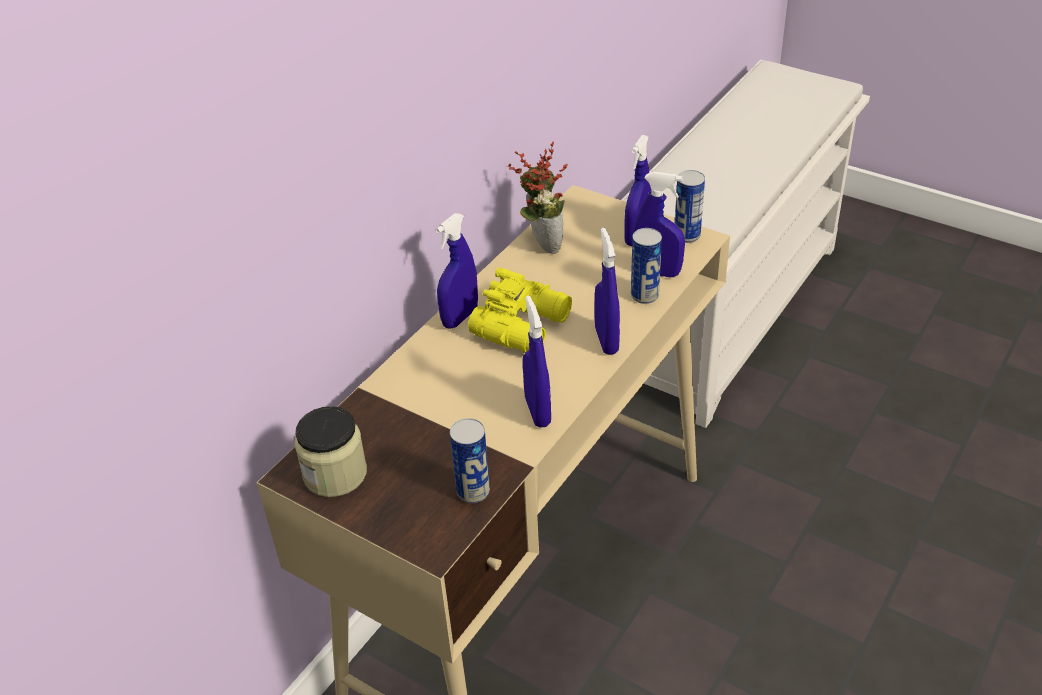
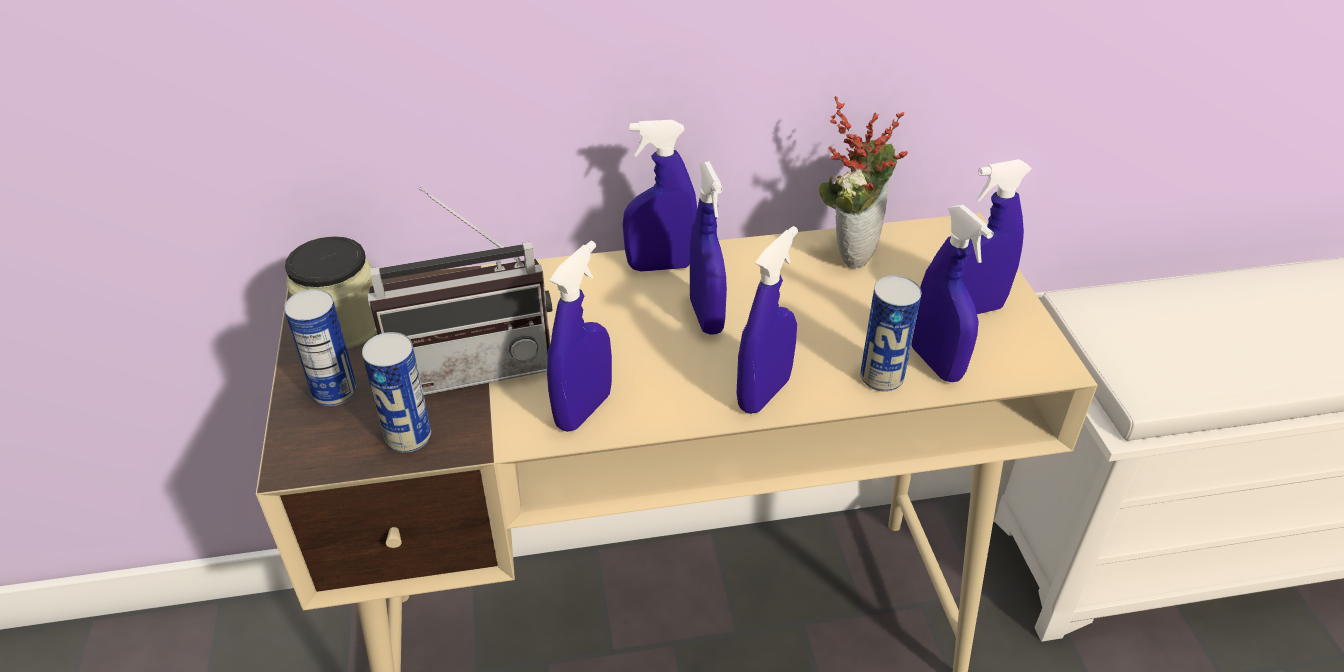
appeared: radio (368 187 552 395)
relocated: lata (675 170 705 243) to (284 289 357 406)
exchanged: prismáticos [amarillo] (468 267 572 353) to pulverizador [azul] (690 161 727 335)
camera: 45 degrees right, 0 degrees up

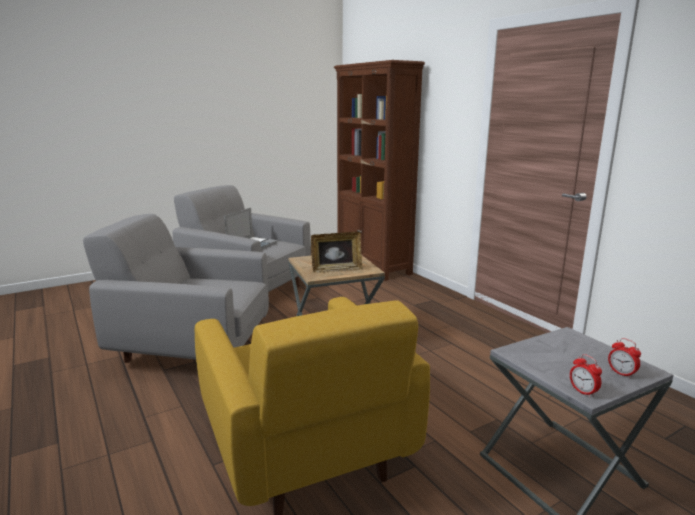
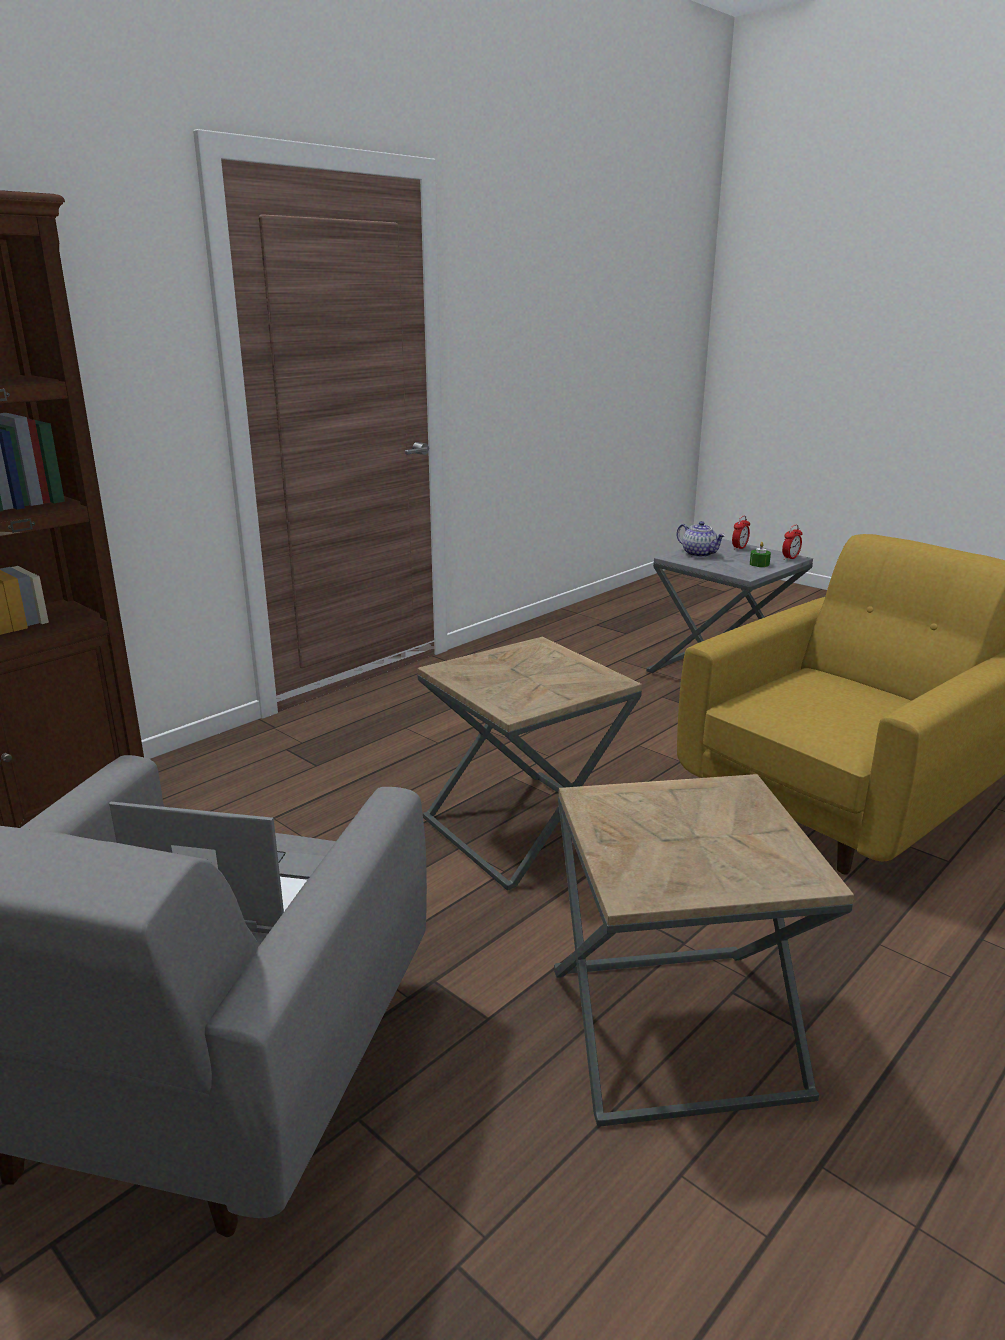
missing: portarretratos (311 232 362 273)
appeared: tetera (676 521 726 558); vela [verde] (750 542 771 567)
exchanged: sillón [gris] (83 214 269 363) to mesa auxiliar [marrón] (554 774 854 1127)
camera: 105 degrees left, 5 degrees up

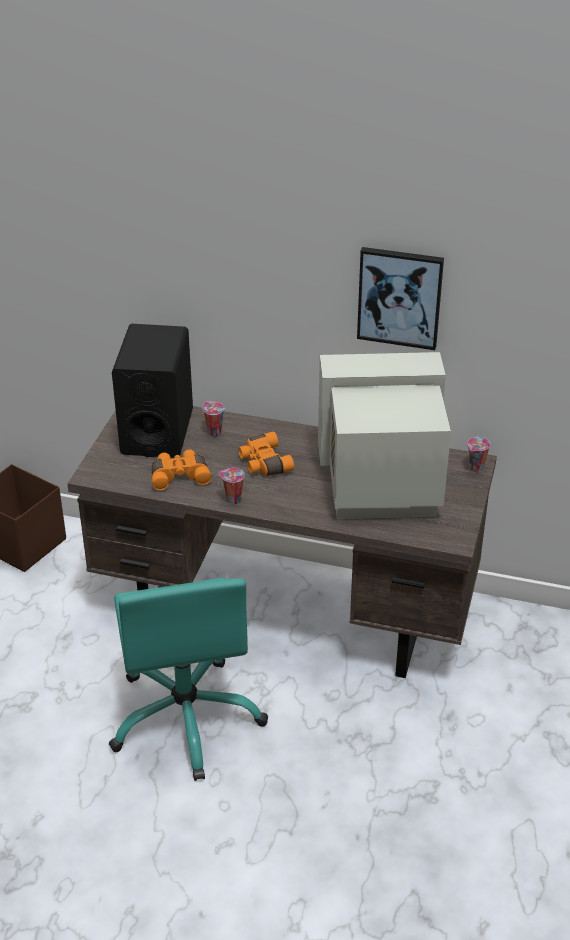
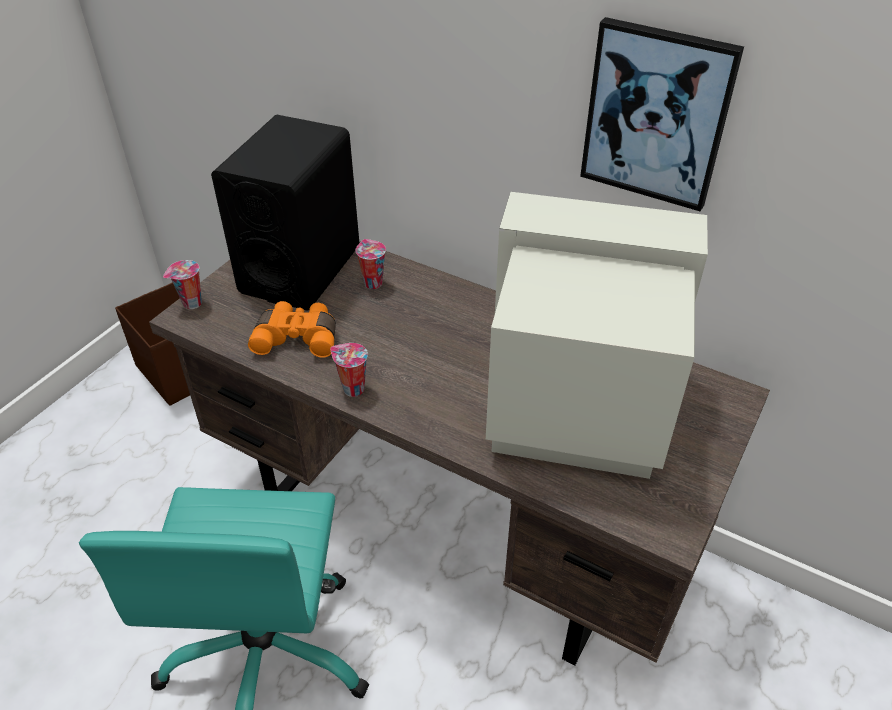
missing: prismáticos [naranja] (238 431 294 476)
relocated: taza (468 437 491 473) to (163 260 202 309)
camera: 15 degrees right, 5 degrees up

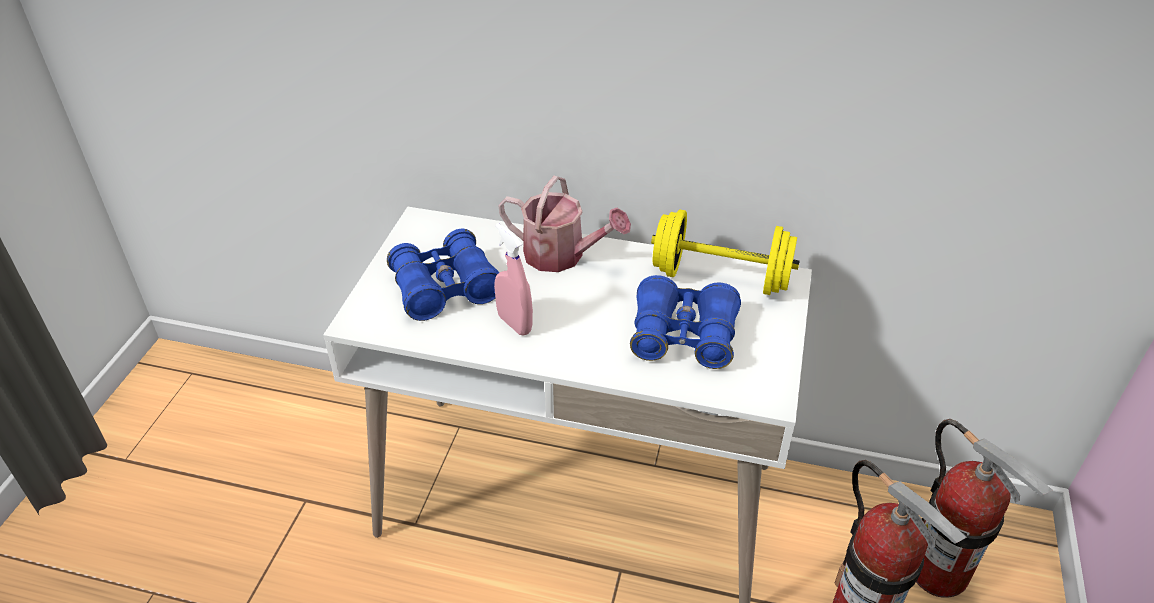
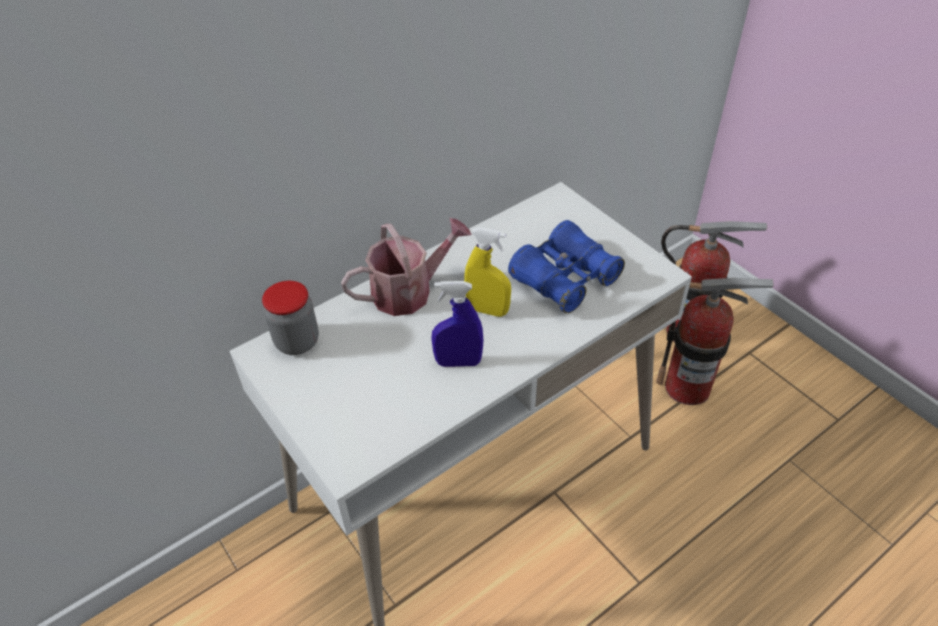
missing: prismáticos [azul] (387 229 499 321); mancuerna [amarillo] (651 209 799 295)
appeared: tarro (262 281 319 355); pulverizador [amarillo] (464 227 511 317)
colour: pulverizador [rosa] (494 223 533 336) to pulverizador [azul] (431 281 483 367)
camera: 50 degrees left, 5 degrees up

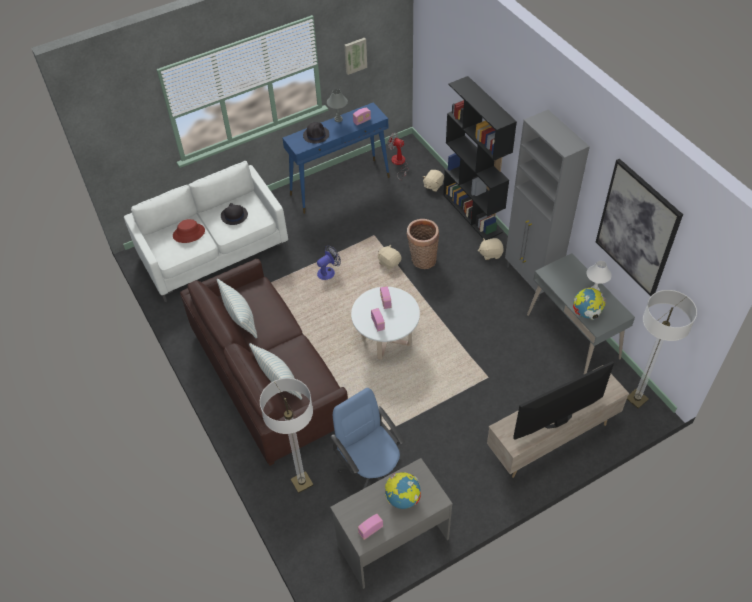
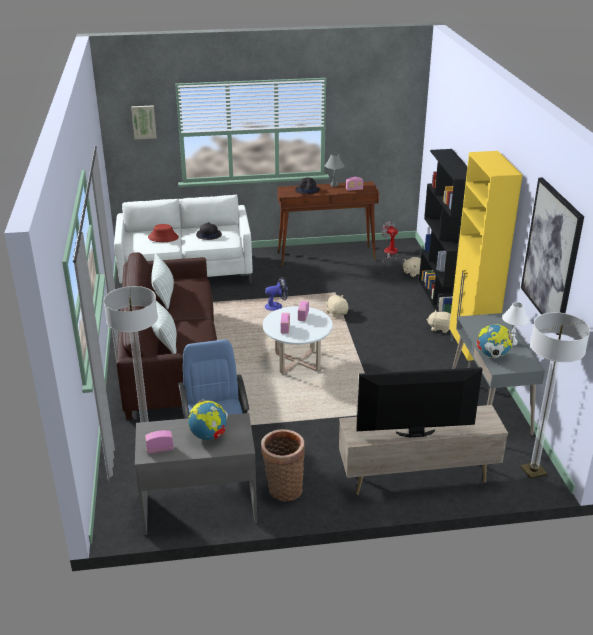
relocated: cuadro (344 38 367 75) to (131 105 157 139); cesta (406 219 439 269) to (261 429 305 502)
colour: mesa consola [azul] (283 102 390 214) to mesa consola [marrón] (277 181 379 266); armario [gris] (505 110 590 301) to armario [amarillo] (449 151 522 368)
camera: 20 degrees right, 20 degrees down

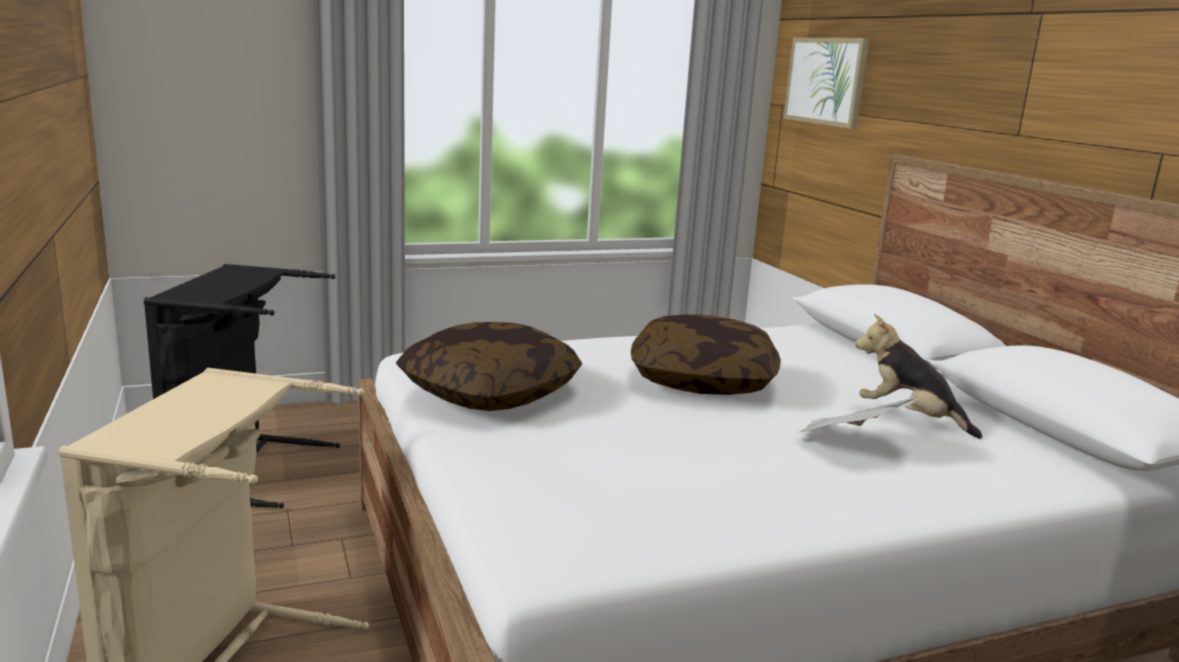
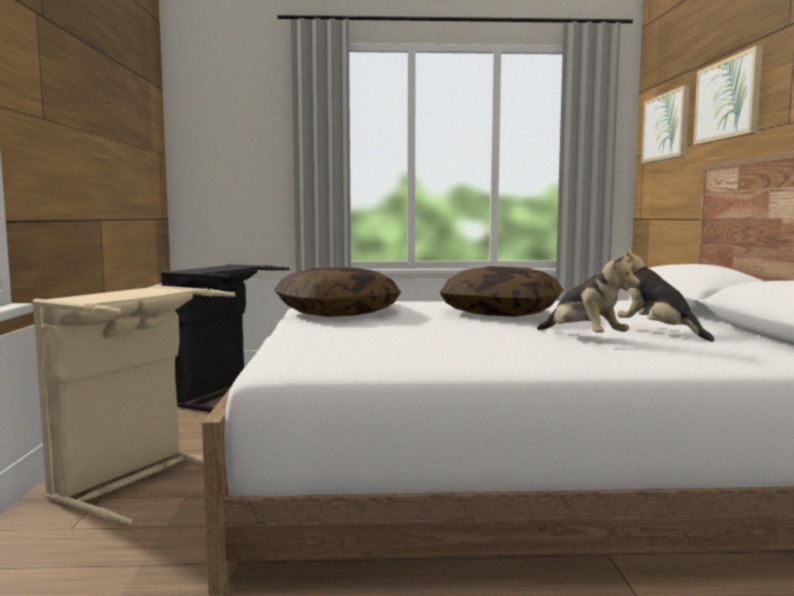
appeared: cuadro (693 46 763 145)
exchanged: periódico (797 397 917 433) to peluche (537 251 640 333)
camera: 20 degrees right, 10 degrees down

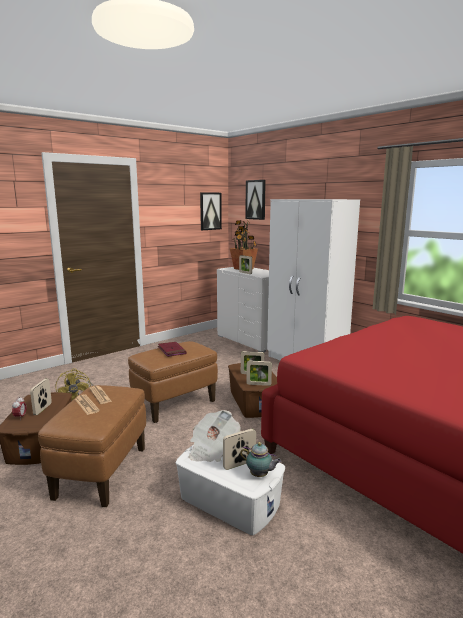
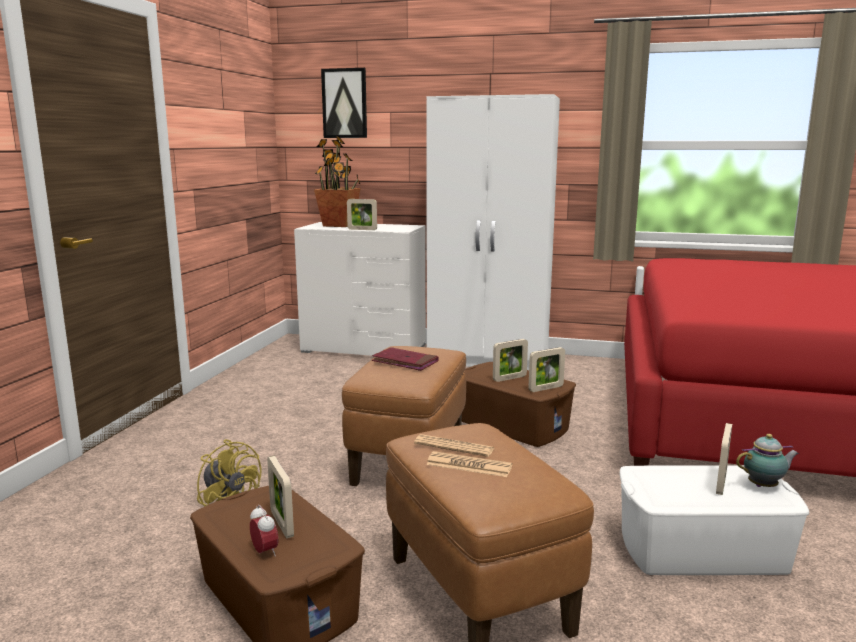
missing: periódico (189 410 241 462); cuadro (200 192 222 230)
camera: 35 degrees left, 0 degrees up

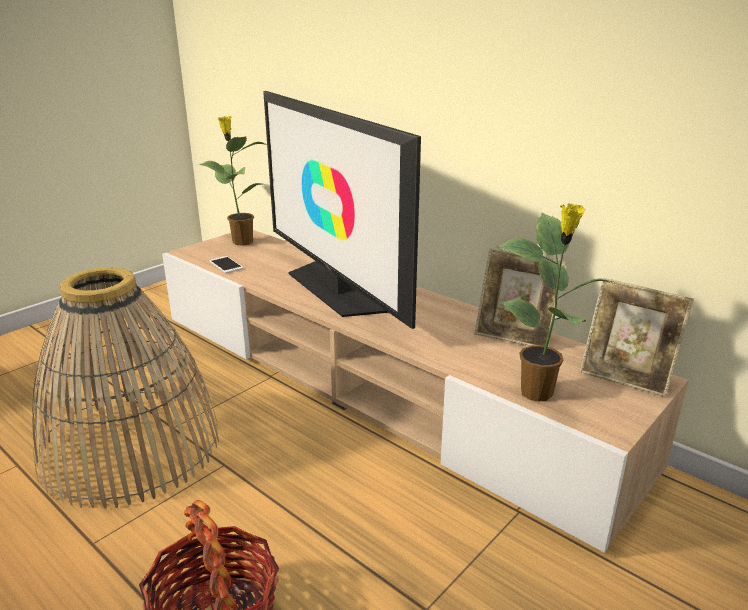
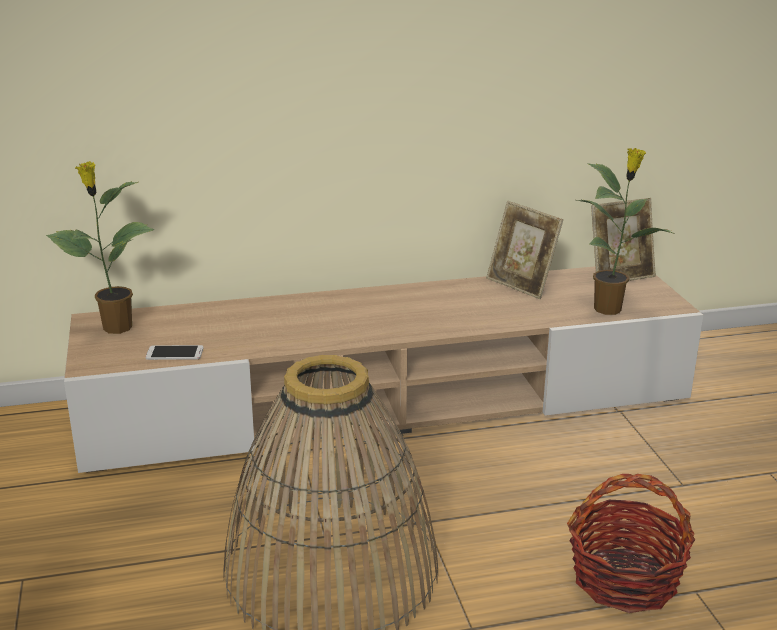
missing: televisor (263 91 421 329)
spun: portarretratos (474 248 566 347) = (486 201 563 299) 75 degrees clockwise
camera: 55 degrees left, 0 degrees up

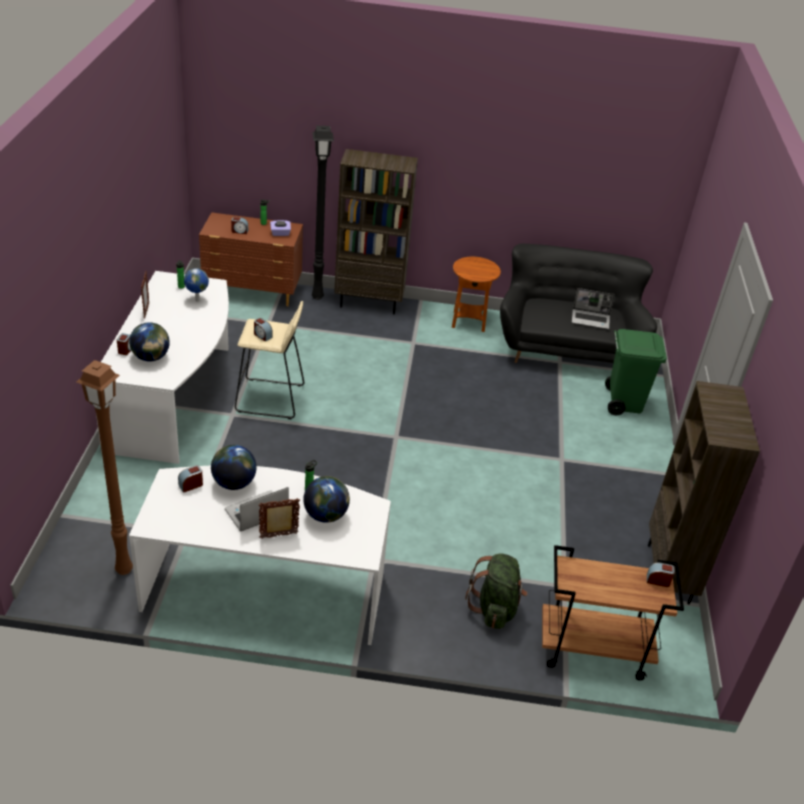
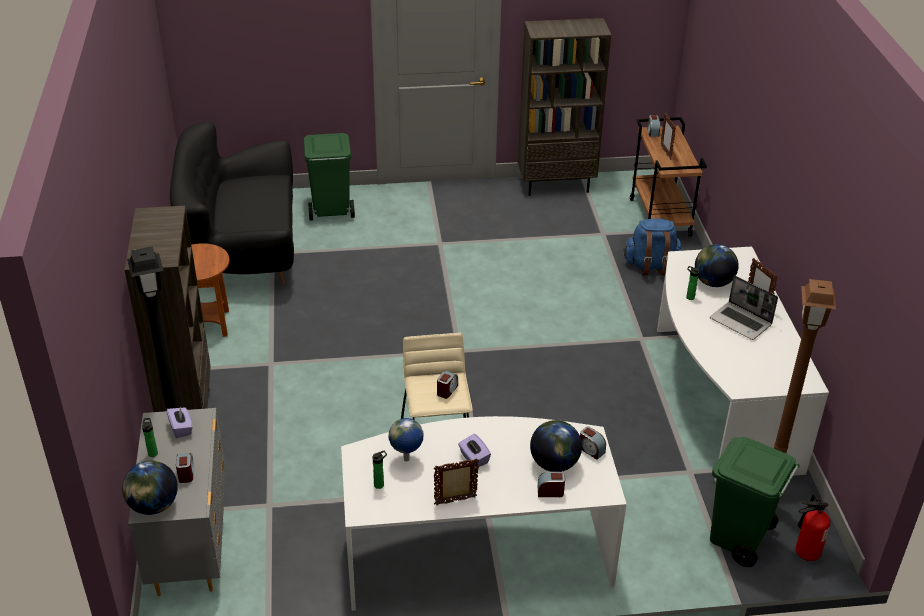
missing: portátil (572 288 615 329)
appeared: caja de pañuelos [morado] (458 434 491 467); portarretratos (660 113 676 160); papelera [verde] (710 437 800 567); extintor (796 494 830 561)
relocated: despertador (178 465 203 493) to (580 427 606 460); globo terráqueo (211 445 257 490) to (122 461 178 515)
colour: cómoda [marrón] (199 212 303 306) to cómoda [gris] (128 408 226 596); mochila [verde] (465 553 527 629) to mochila [azul] (623 219 682 275)
camera: 100 degrees left, 0 degrees up

